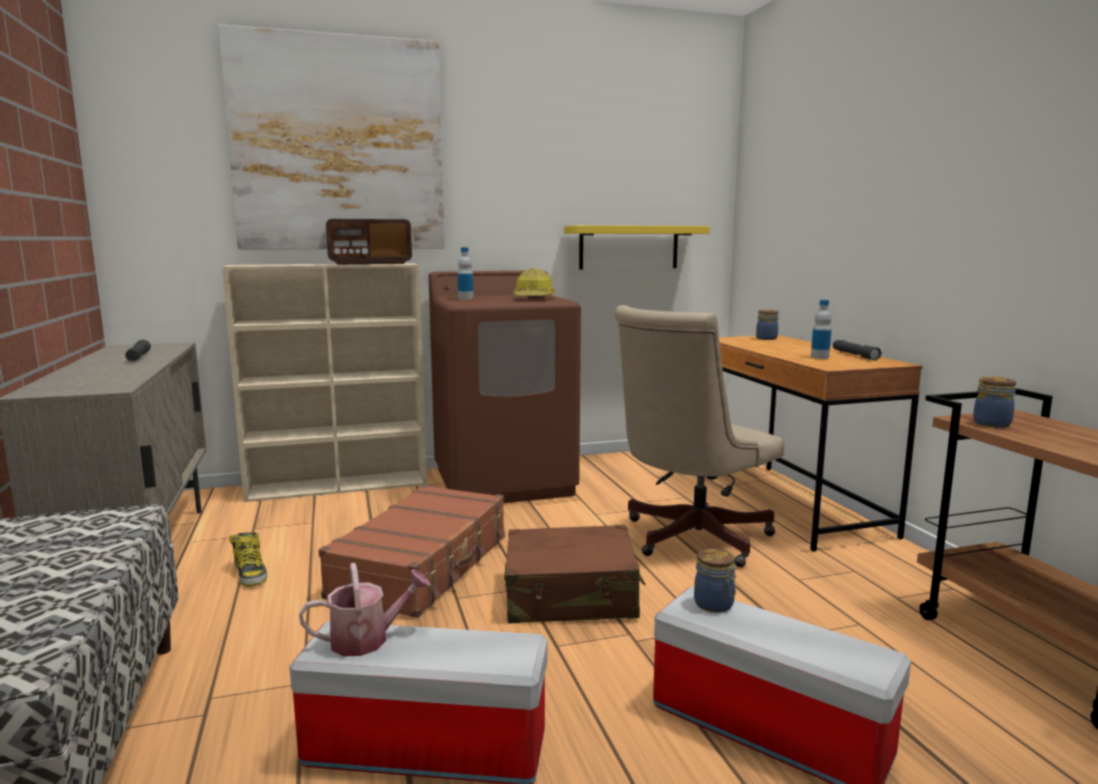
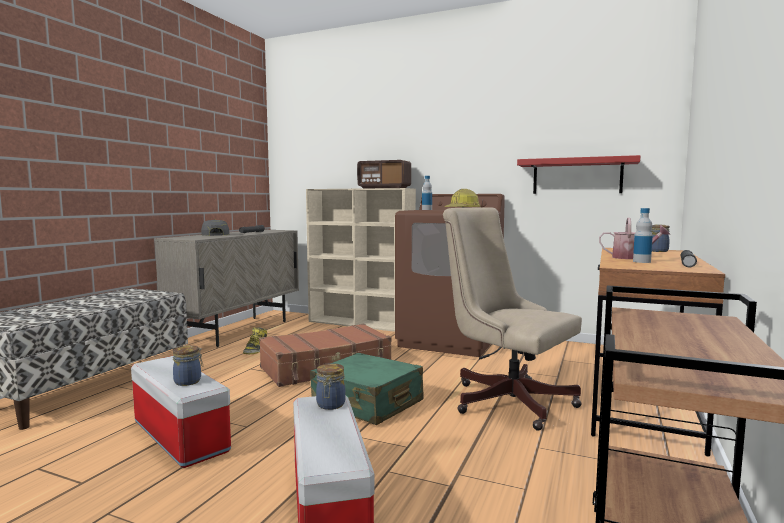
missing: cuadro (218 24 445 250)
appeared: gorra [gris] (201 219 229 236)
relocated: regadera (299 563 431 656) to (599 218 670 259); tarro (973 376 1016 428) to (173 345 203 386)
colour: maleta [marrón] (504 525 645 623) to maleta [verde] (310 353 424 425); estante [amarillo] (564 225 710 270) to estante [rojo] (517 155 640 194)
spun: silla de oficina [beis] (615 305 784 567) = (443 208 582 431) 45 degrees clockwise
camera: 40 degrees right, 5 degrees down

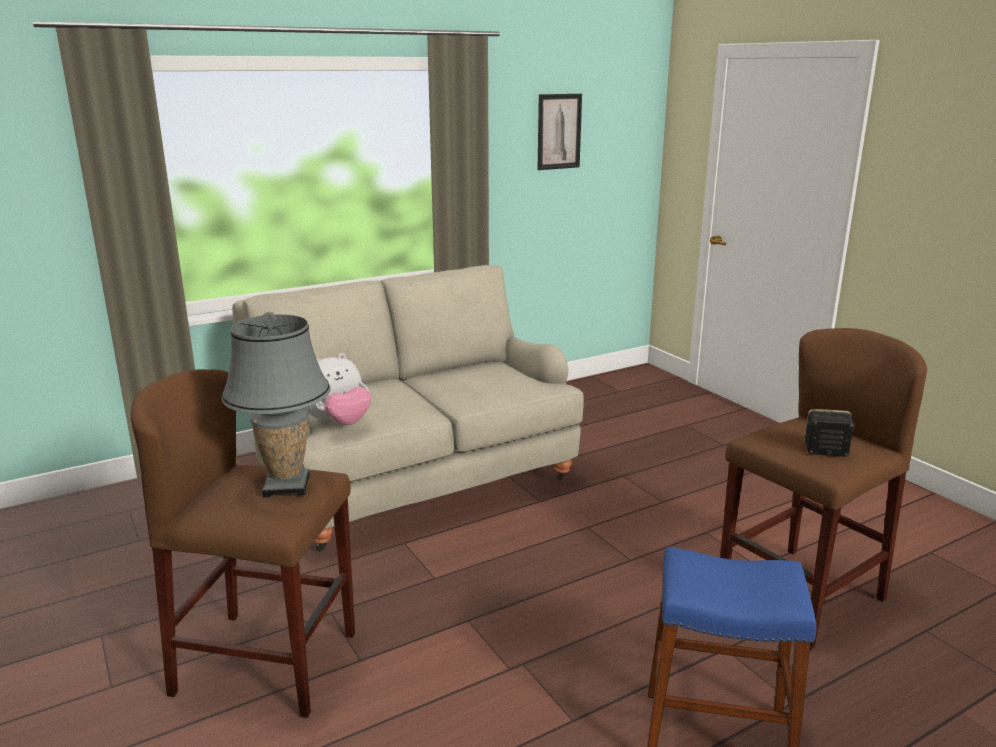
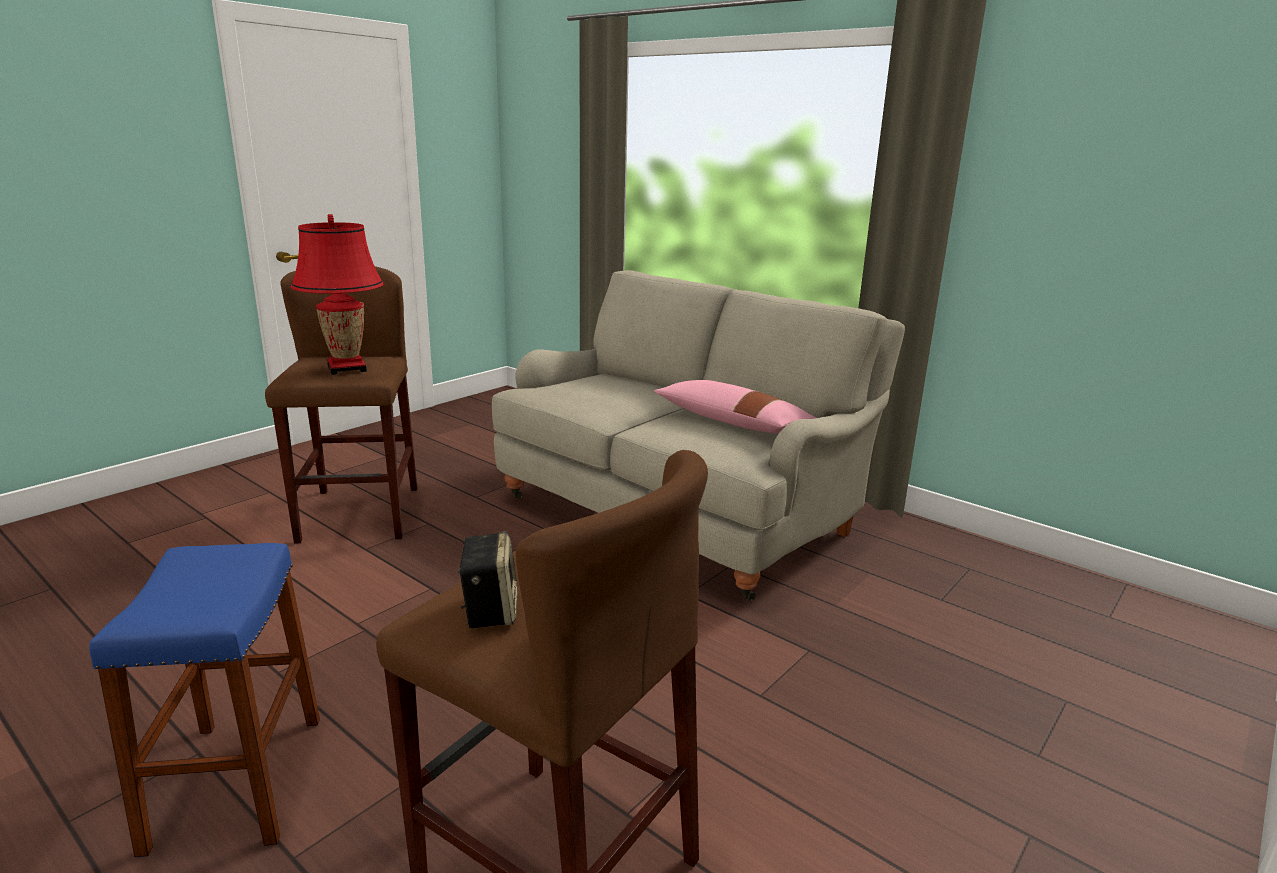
missing: peluche (305 353 371 425); cuadro (538 94 582 170)
appeared: cojín [rosa] (654 380 816 433)
colour: lámpara de mesa [gris] (221 312 331 497) to lámpara de mesa [rojo] (291 214 383 375)
camera: 70 degrees right, 0 degrees up

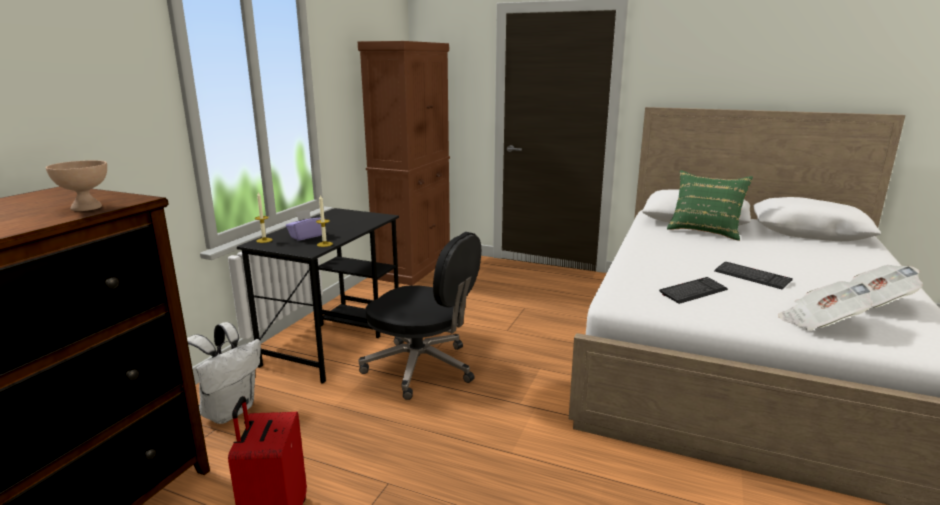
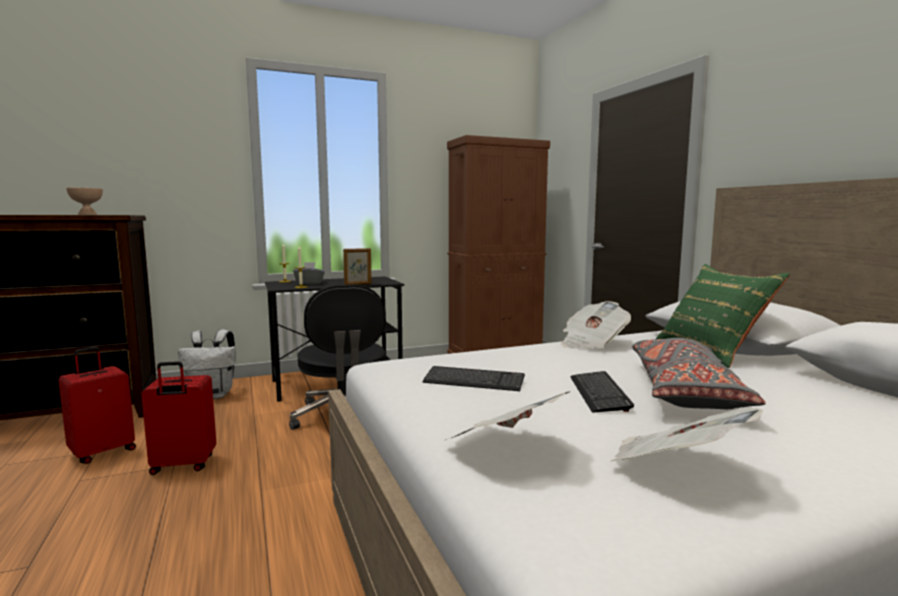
appeared: maleta [rojo] (141 361 216 475); portarretratos (343 248 372 285); periódico (561 301 631 349); cojín [gris] (632 338 766 410)
colour: caja de pañuelos [morado] (286 209 325 241) to caja de pañuelos [gris] (293 262 325 284)
camera: 45 degrees right, 10 degrees down

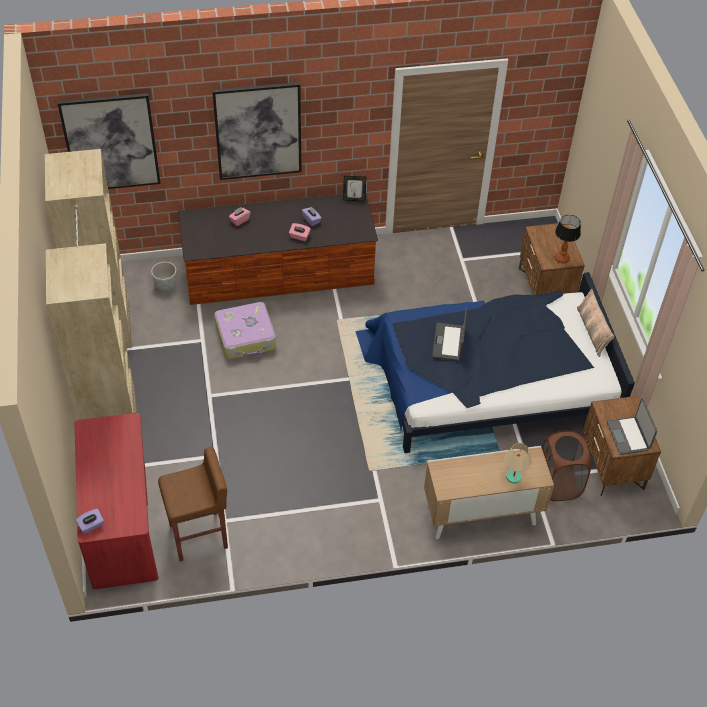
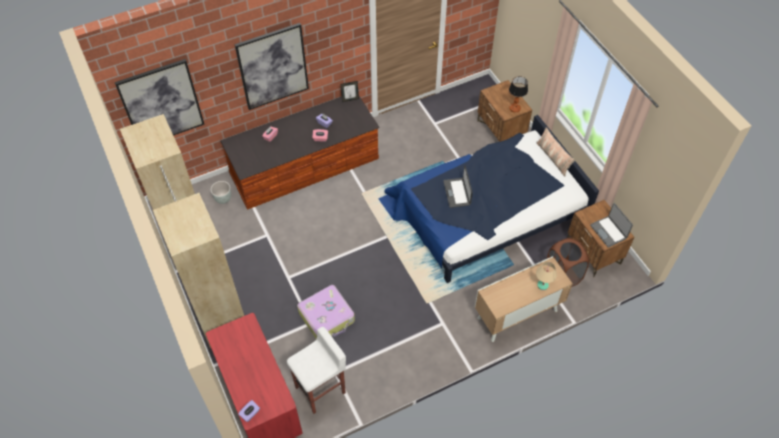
relocated: maleta (214 302 276 359) to (297 285 355 339)
colour: taburete [marrón] (158 447 228 561) to taburete [blanco] (287 327 346 414)
camera: 15 degrees left, 5 degrees up

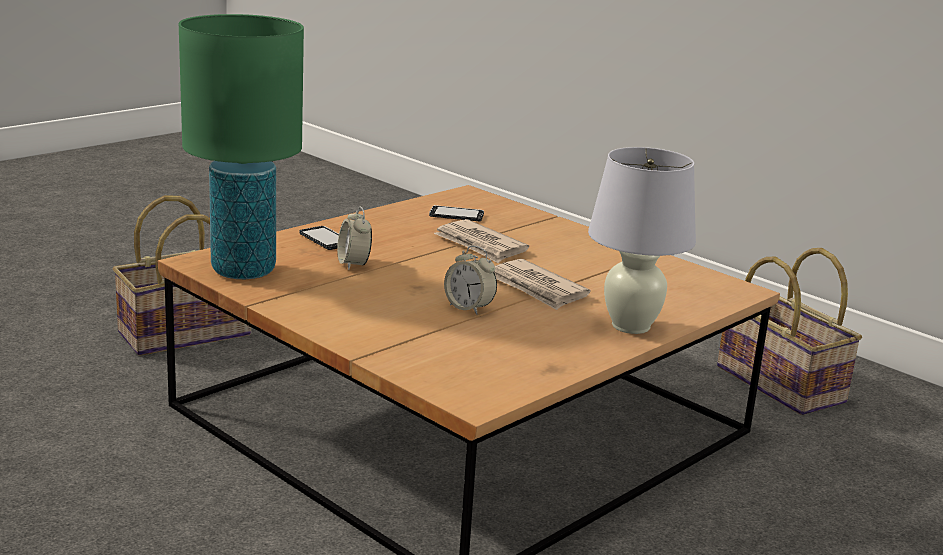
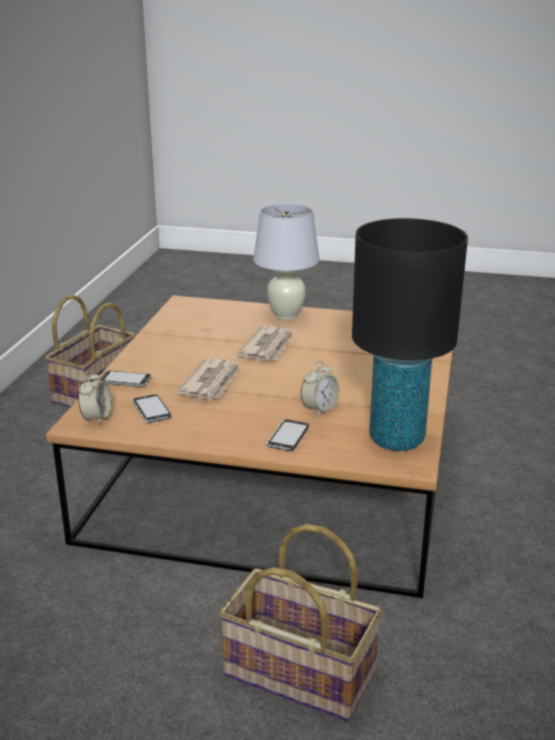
appeared: móvil (99 371 151 387)
relocated: despertador (444 246 497 315) to (78 370 112 425)
colour: lámpara de mesa [verde] (179 14 304 279) to lámpara de mesa [negro] (352 218 468 451)
camera: 120 degrees left, 5 degrees up

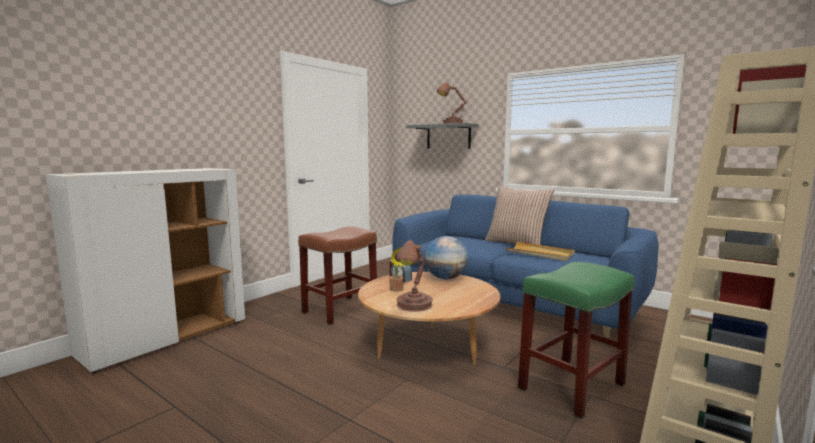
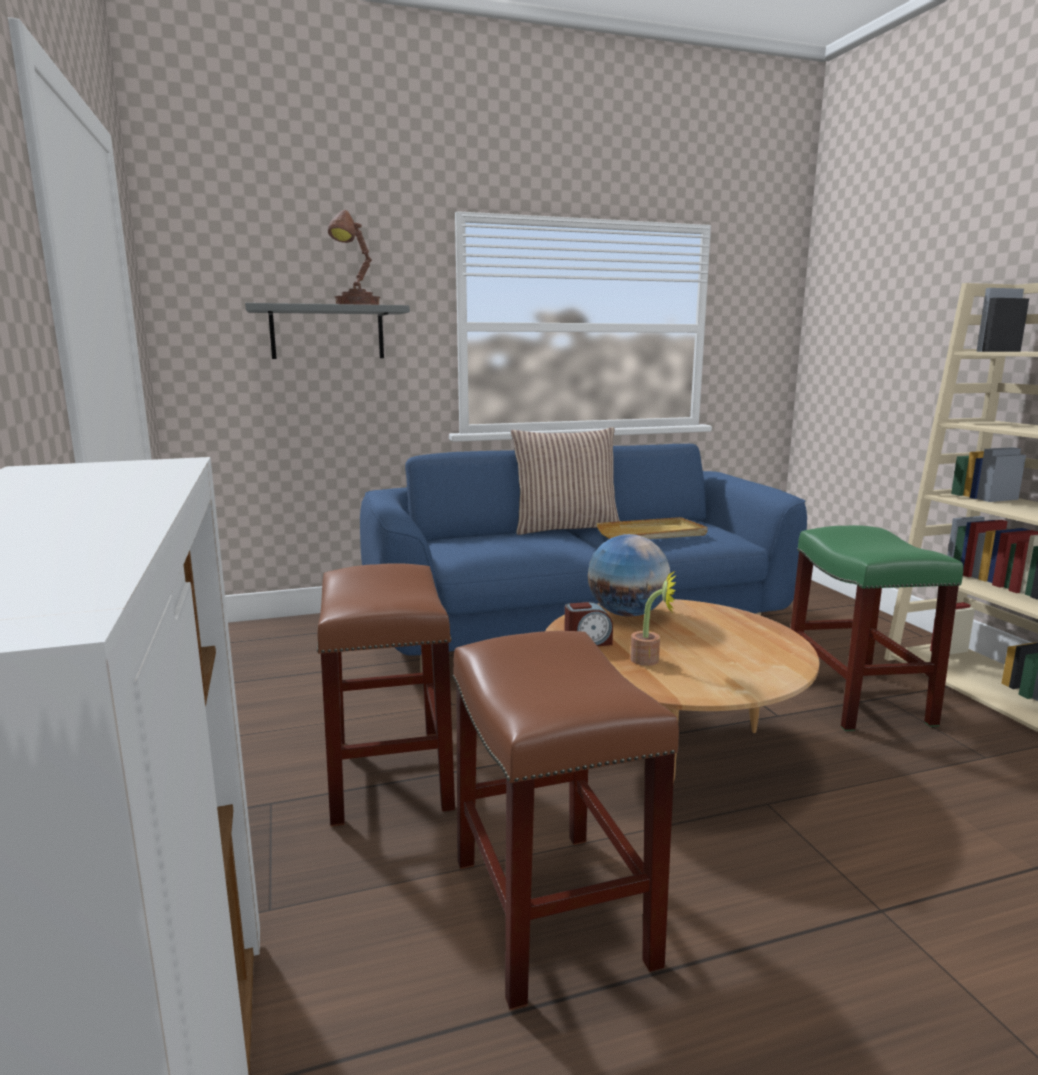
missing: lámpara de mesa [marrón] (396 240 433 312)
appeared: taburete [marrón] (453 631 679 1011)
camera: 55 degrees left, 5 degrees up

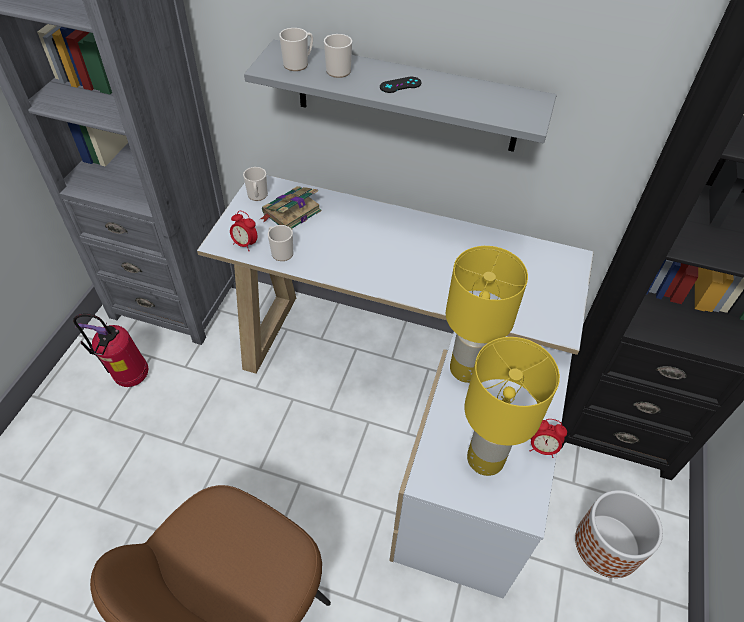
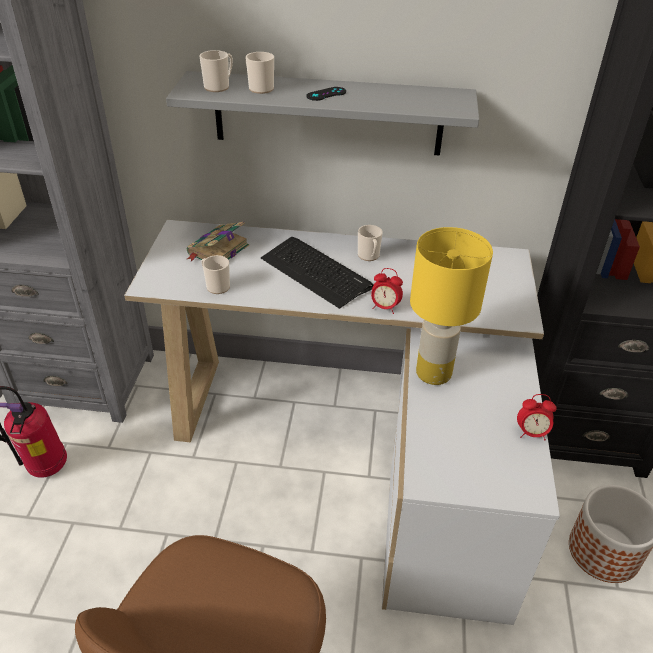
missing: lámpara de mesa [amarillo] (464 337 560 476)
appeared: teclado (261 237 374 309)
relocated: despertador (230 211 258 250) to (371 268 403 314); taza grande (243 167 268 201) to (358 225 383 261)
camera: 10 degrees left, 10 degrees down

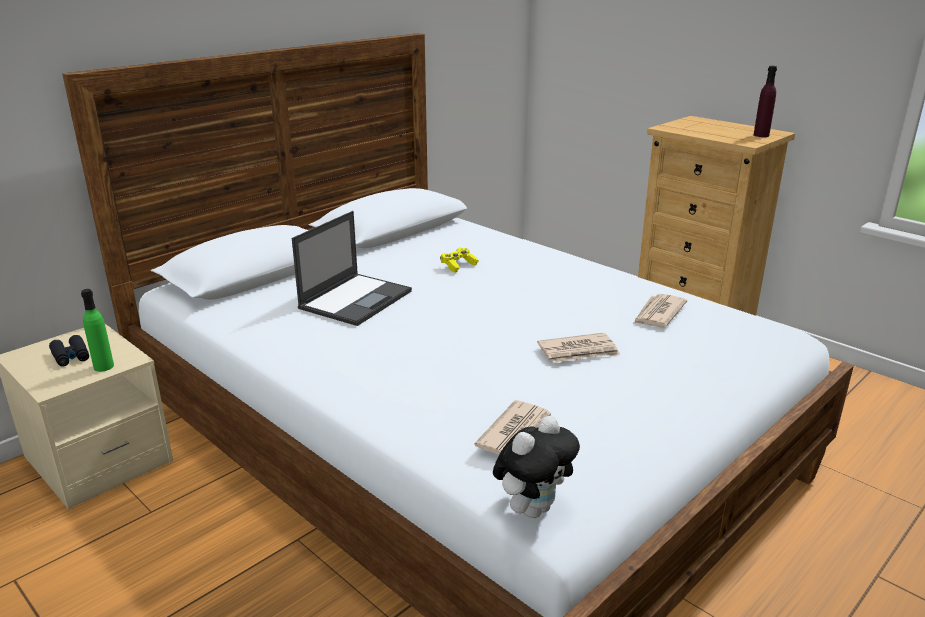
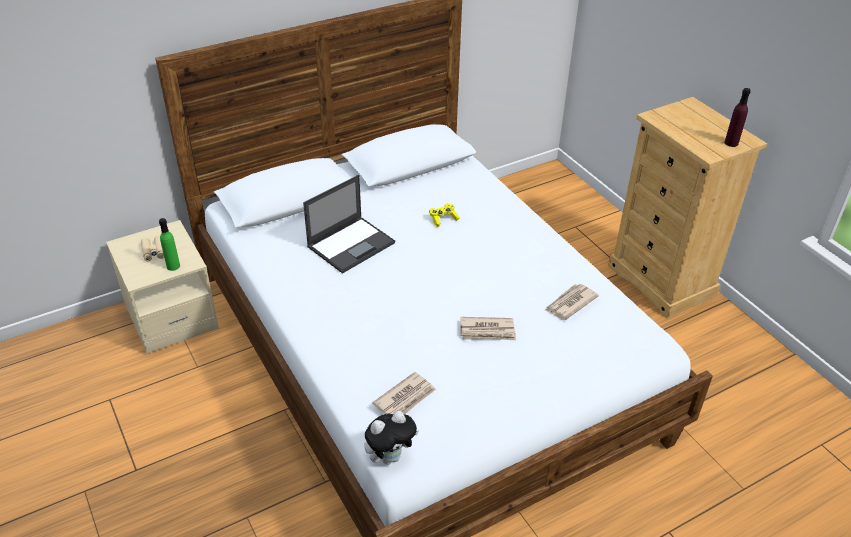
colour: prismáticos [negro] (49 335 89 367) to prismáticos [beis] (141 235 164 261)
camera: 15 degrees right, 15 degrees up

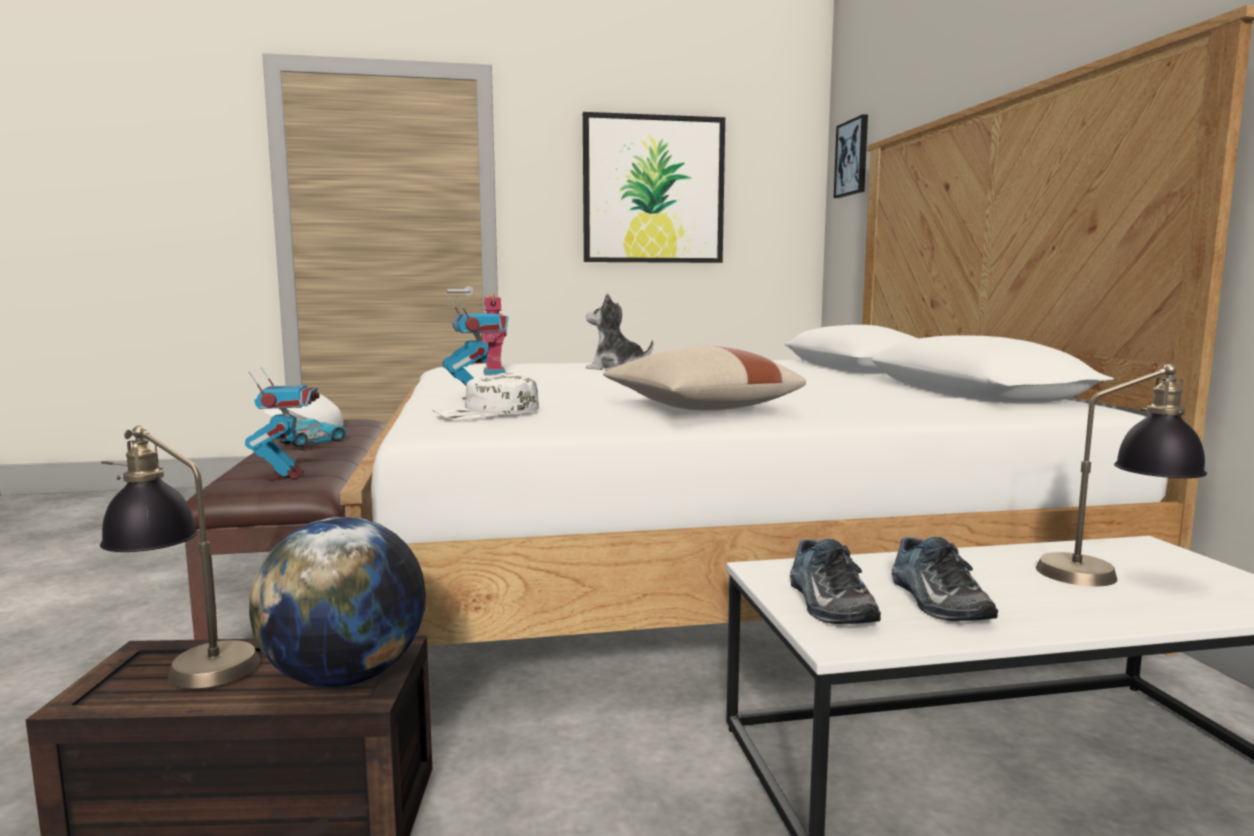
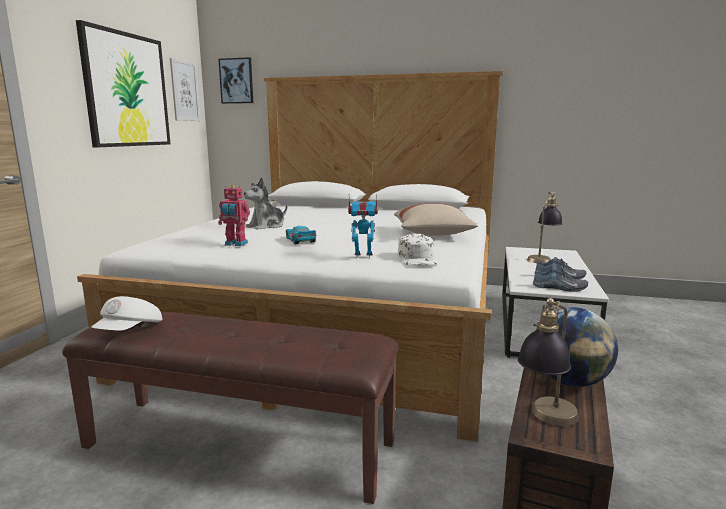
missing: robot de juguete (245 367 320 479)
appeared: cuadro (170 58 200 121)
relocated: coche de juguete (278 419 346 447) to (286 226 316 244)
camera: 65 degrees left, 5 degrees up

